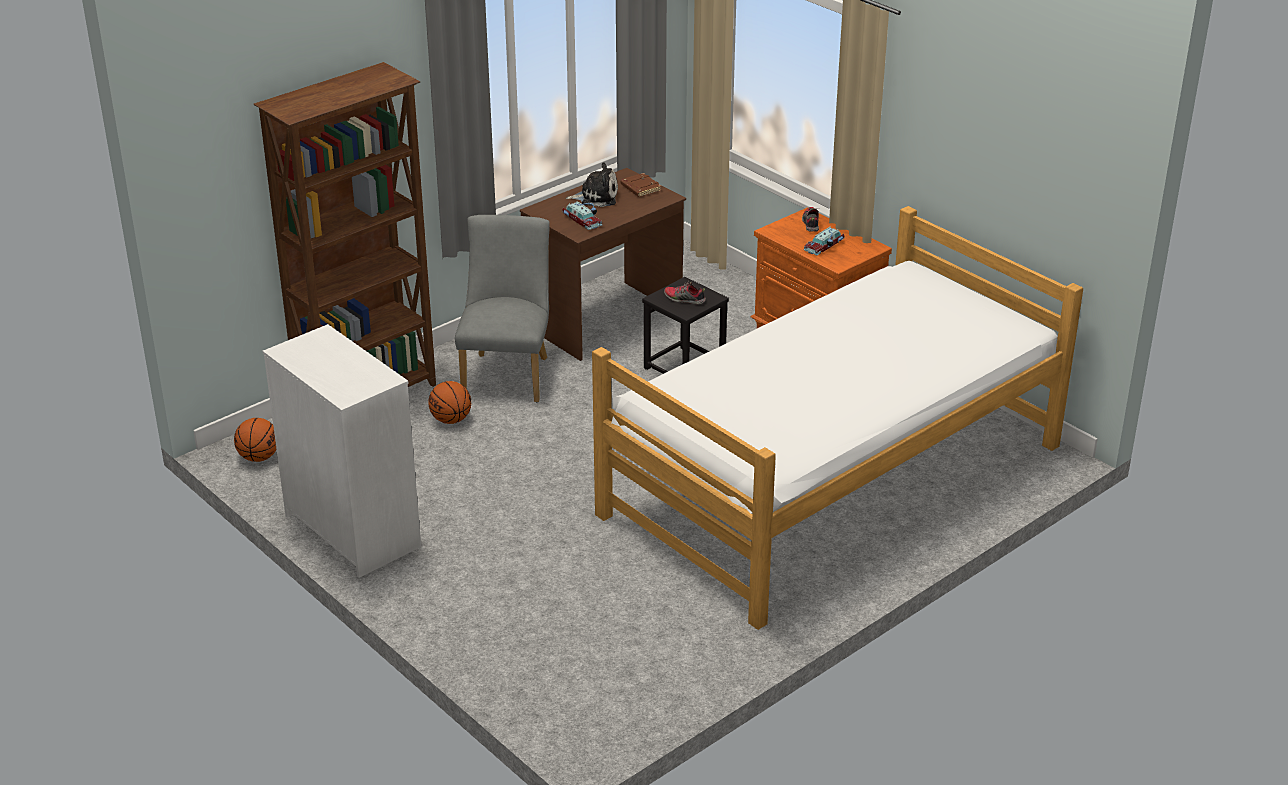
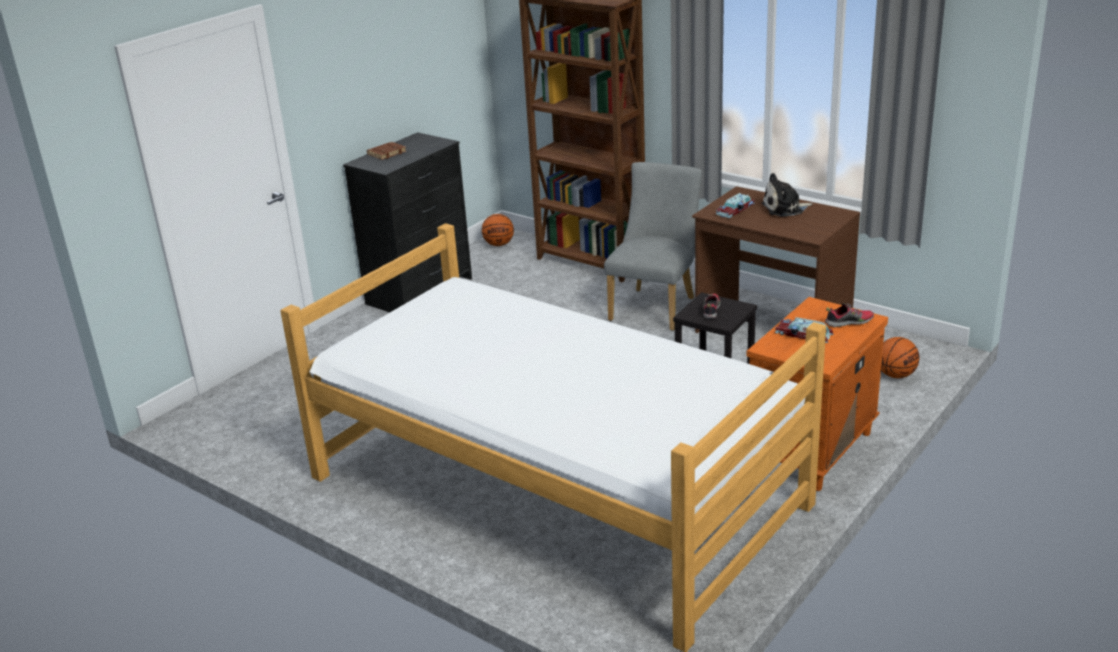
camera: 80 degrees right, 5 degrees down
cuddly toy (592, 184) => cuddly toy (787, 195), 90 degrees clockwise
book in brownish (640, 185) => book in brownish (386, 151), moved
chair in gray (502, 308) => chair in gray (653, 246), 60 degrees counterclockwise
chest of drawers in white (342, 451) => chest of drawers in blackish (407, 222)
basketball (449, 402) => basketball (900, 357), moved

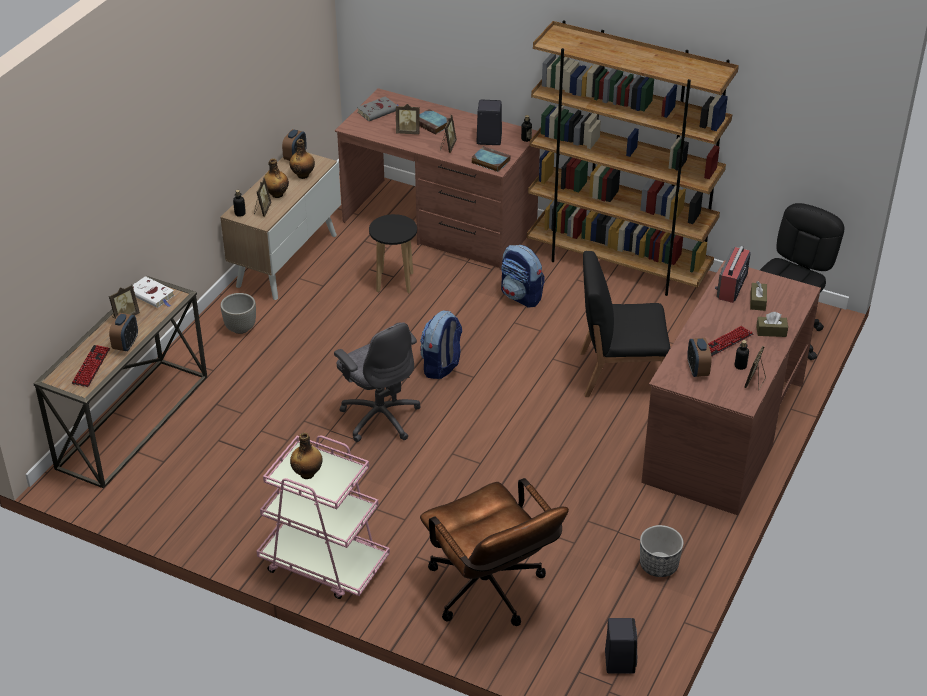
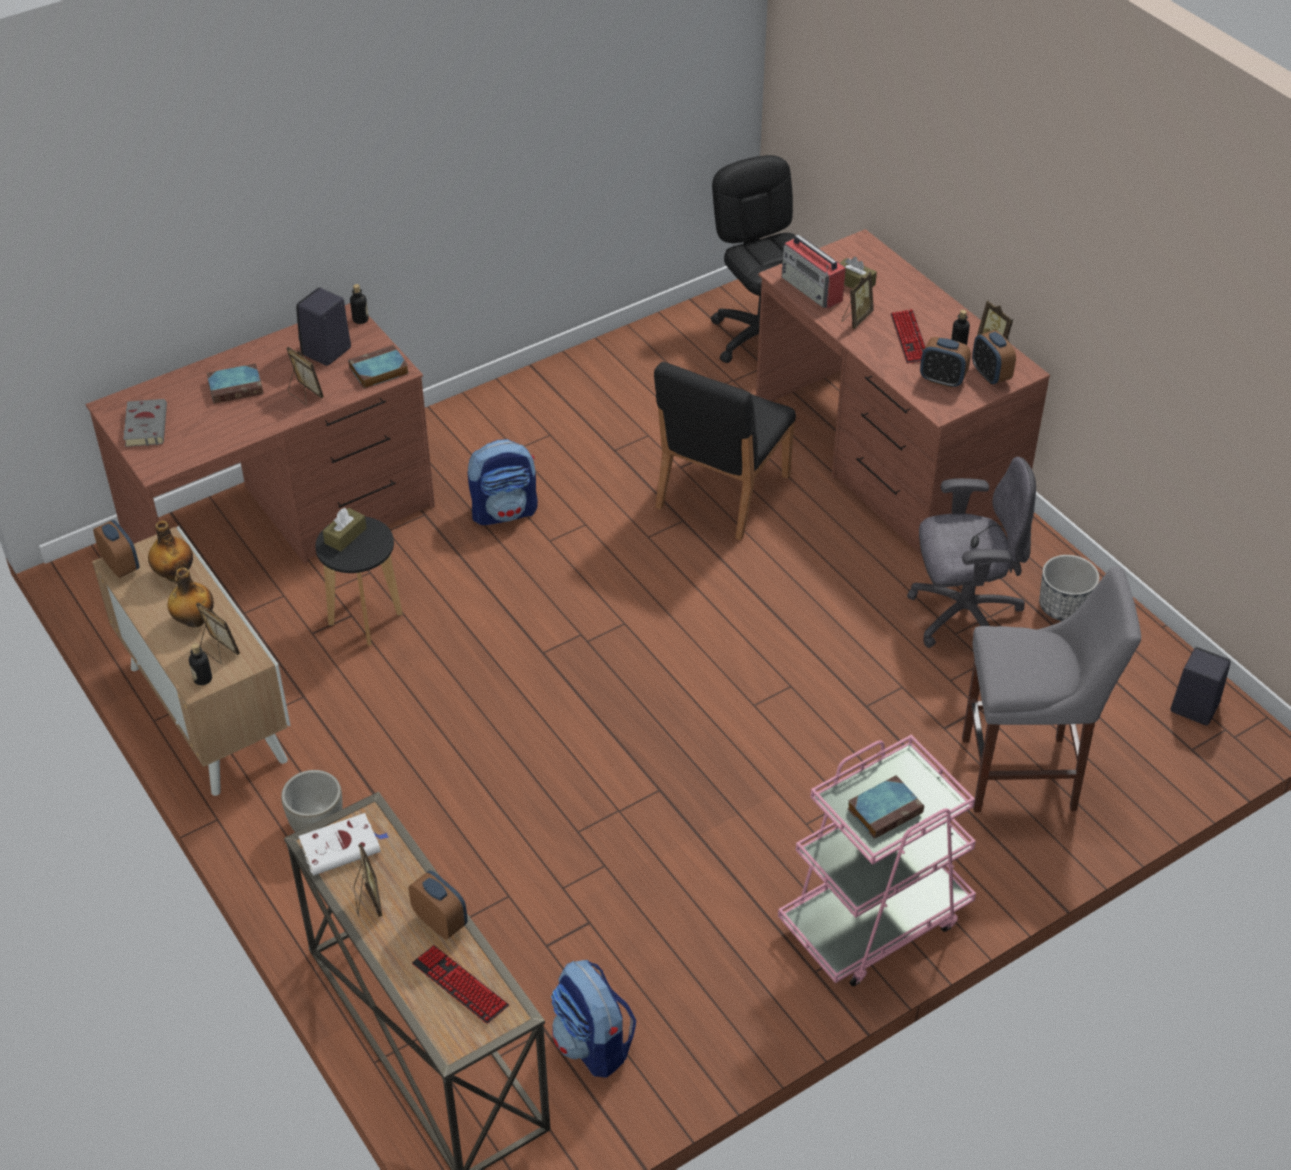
camera: 60 degrees left, 5 degrees up
bookshelf in brownish (633, 158) => nothing
standing frame (407, 119) => standing frame (857, 300), moved
backpack (441, 344) => backpack (593, 1019), moved
tissue holder in brownish (772, 324) => tissue holder in brownish (345, 529), moved
office chair in gray (377, 382) => office chair in gray (971, 552), moved
drink bottle (306, 456) => book (885, 807)
office chair in brownish (494, 552) => sitting stool in gray (1051, 689)
nothing => alarm clock (994, 357)

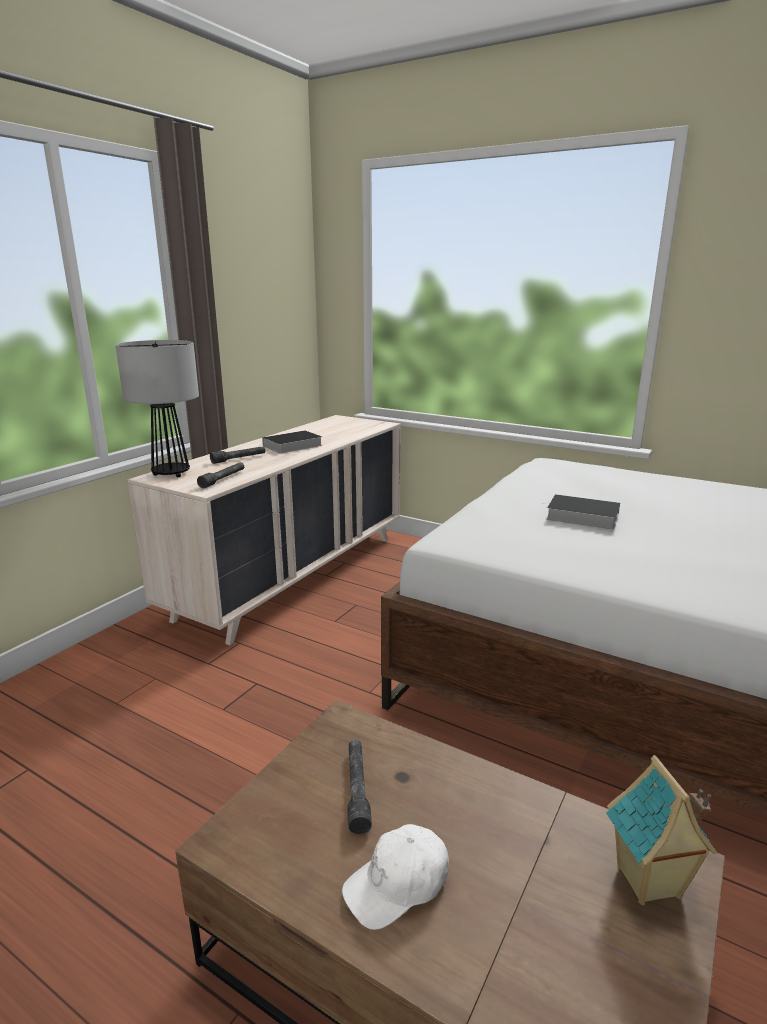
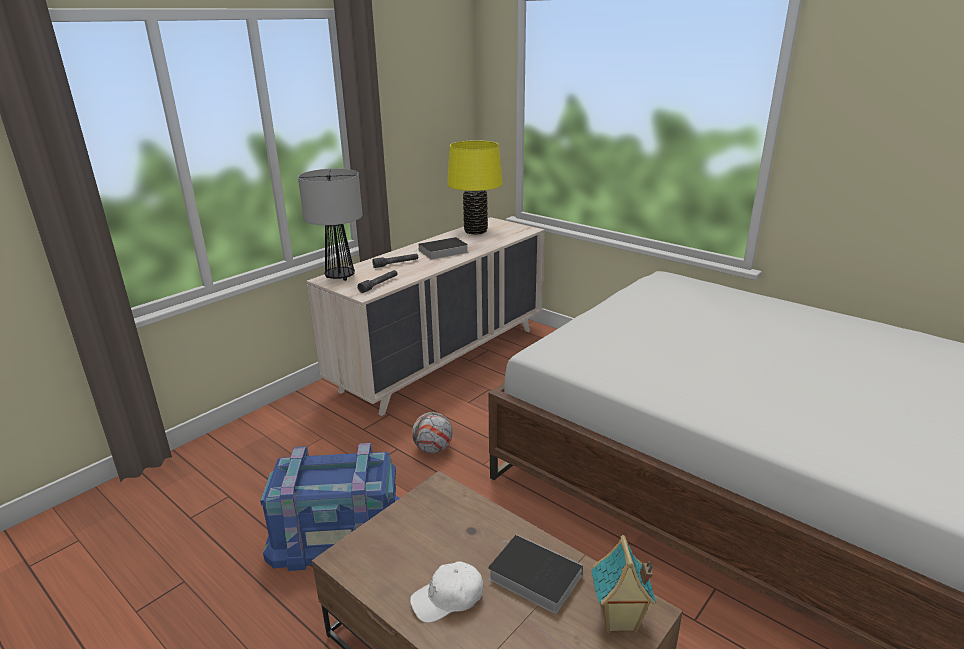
camera: 10 degrees right, 5 degrees up
book (581, 511) => book (535, 574), moved
flashlight in gray (359, 787) => nothing
nothing => tabletop lamp in yellow-coloured (475, 187)
nothing => ball for football (432, 432)
nothing => storage bin in bluish (330, 507)

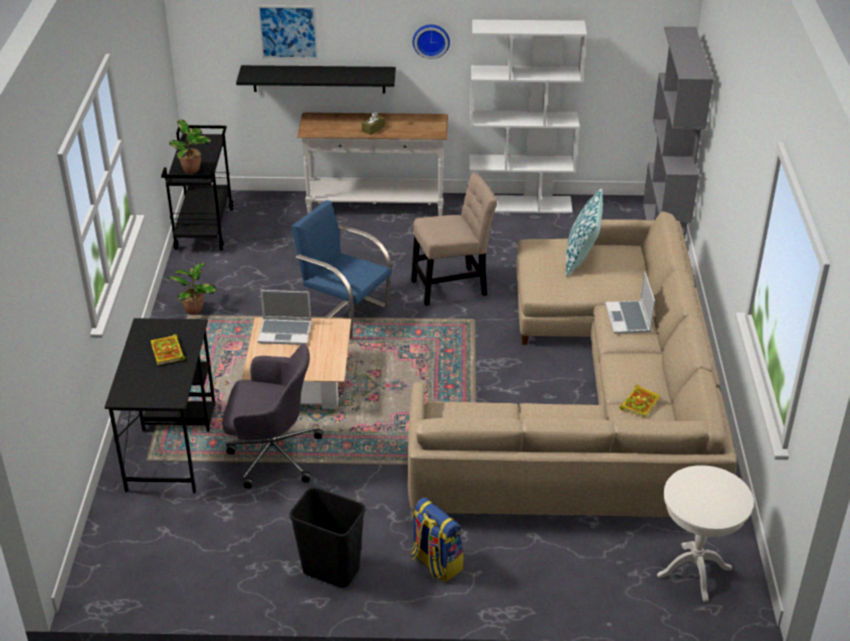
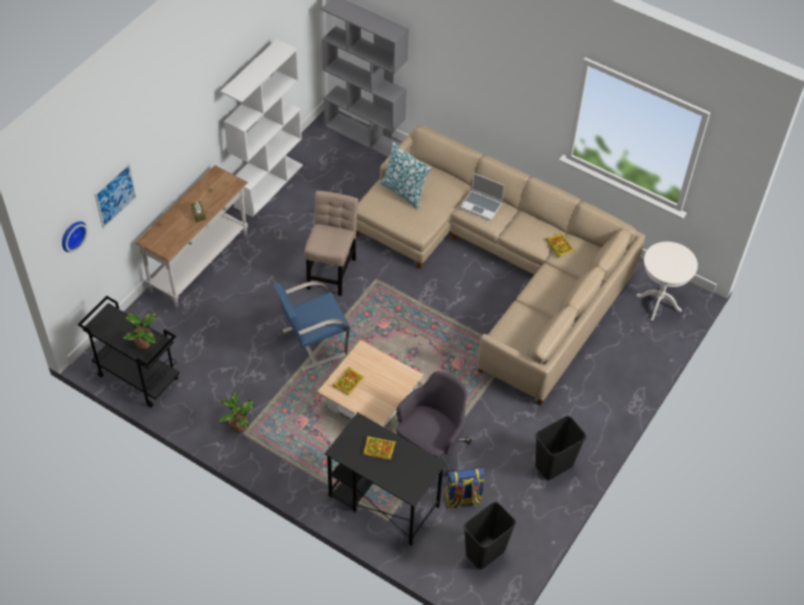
camera: 60 degrees left, 15 degrees up
clock on the wall (431, 42) => clock on the wall (75, 236), moved
wall shelf in blackish (316, 79) => nothing
laptop (285, 317) => book (348, 381)
backpack (437, 539) => backpack (465, 488), moved
nothing => rubbish bin in blackish (489, 535)

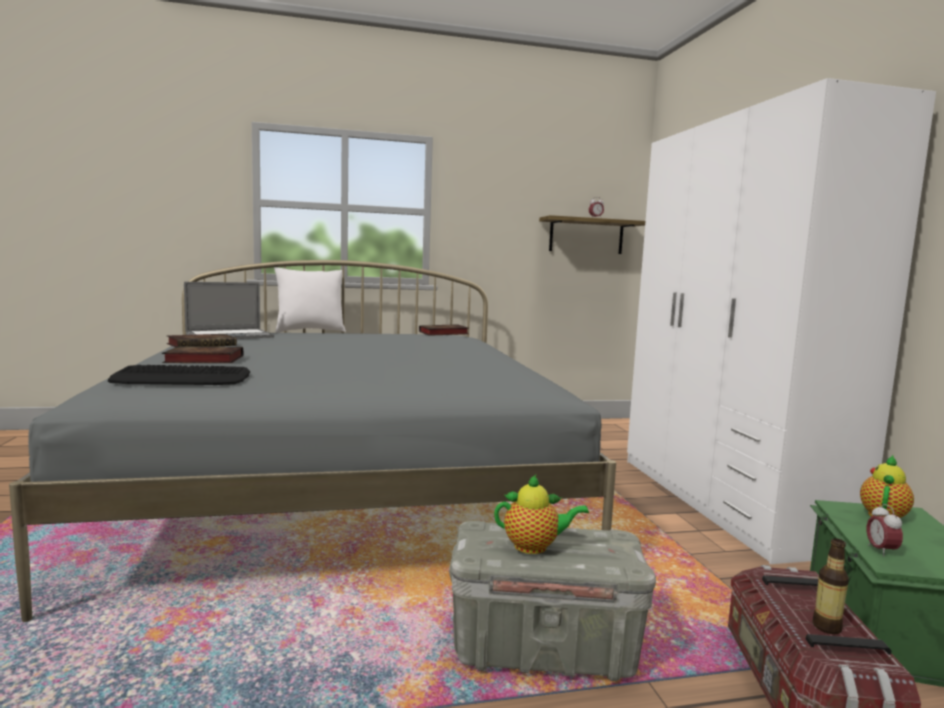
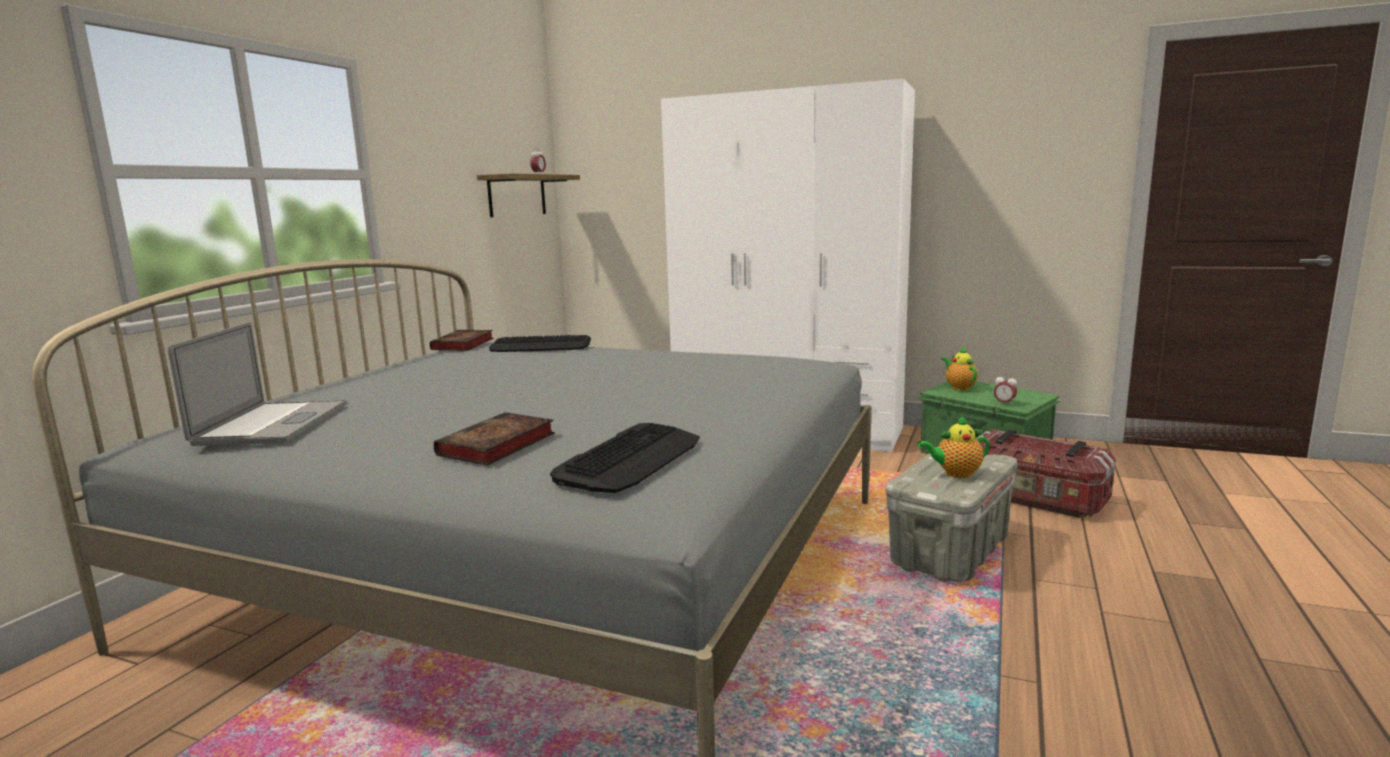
camera: 55 degrees left, 5 degrees up
pillow in white (310, 300) => nothing
book (202, 340) => nothing
tea pot (541, 514) => tea pot (953, 447), 135 degrees counterclockwise
drink bottle (830, 586) => nothing
nothing => computer keyboard (540, 343)

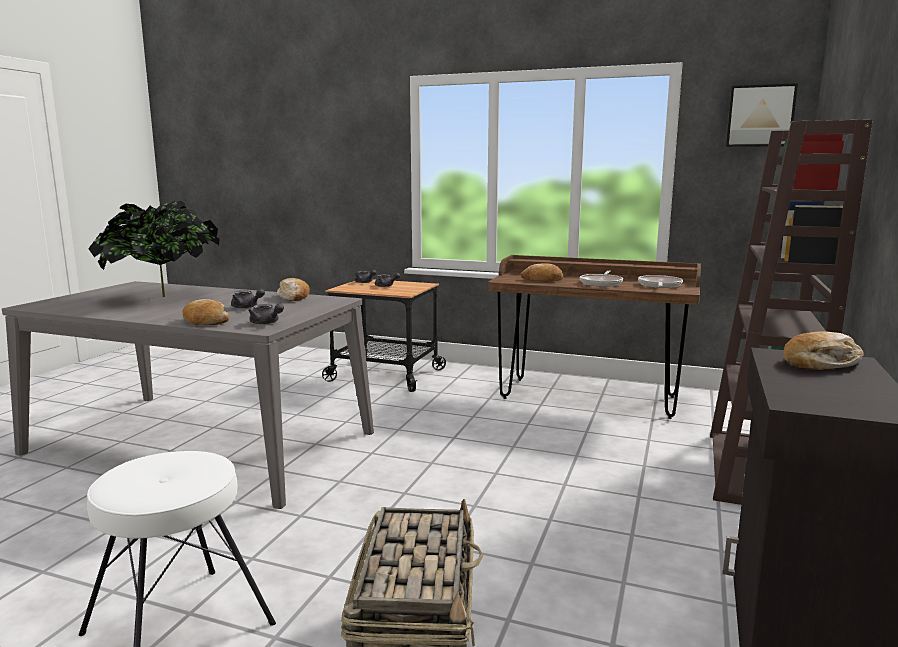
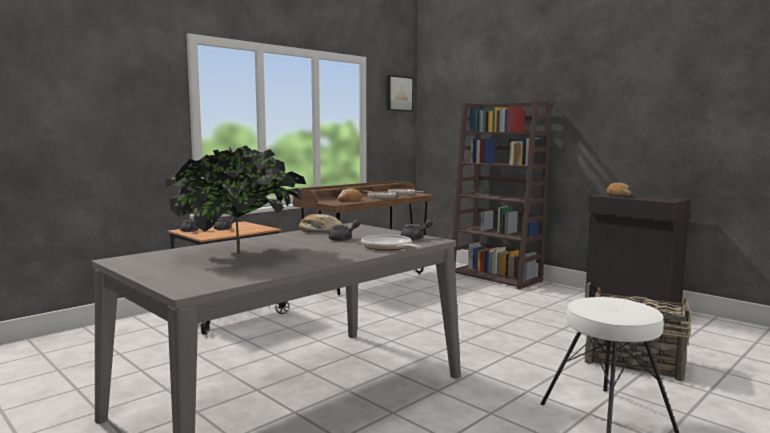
camera: 65 degrees left, 5 degrees down
baked bread (206, 312) => skillet (391, 243)

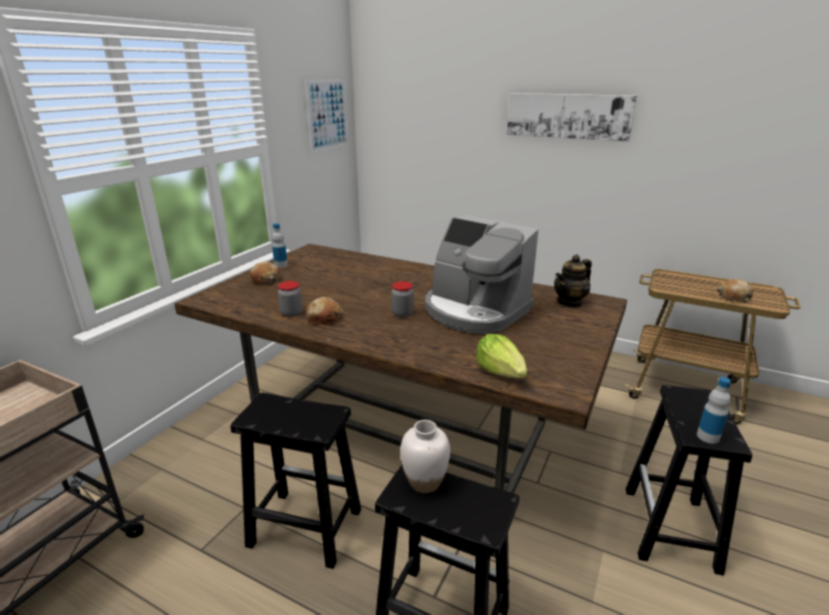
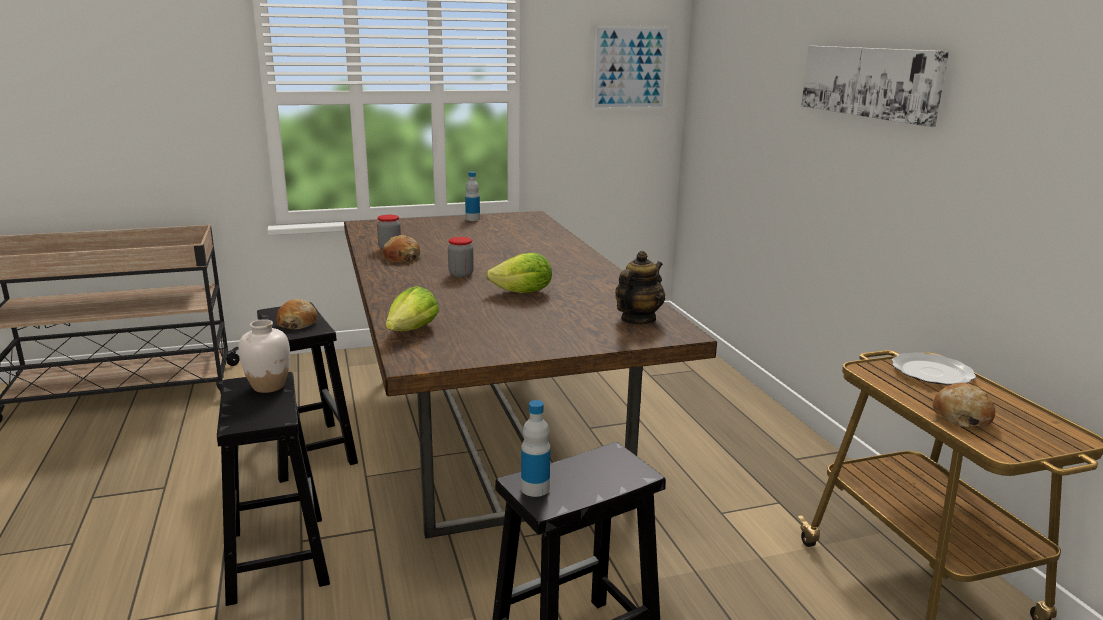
camera: 45 degrees right, 5 degrees down
coffee maker (481, 274) => lettuce head (519, 272)
tea pot (573, 281) => tea pot (640, 287), 120 degrees clockwise
baked bread (265, 273) => baked bread (297, 314), moved
nothing => plate (934, 368)

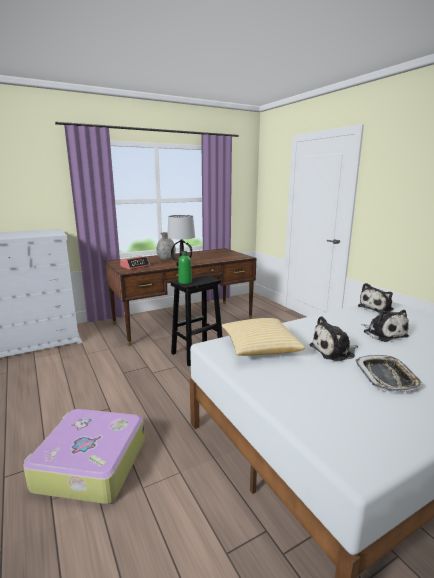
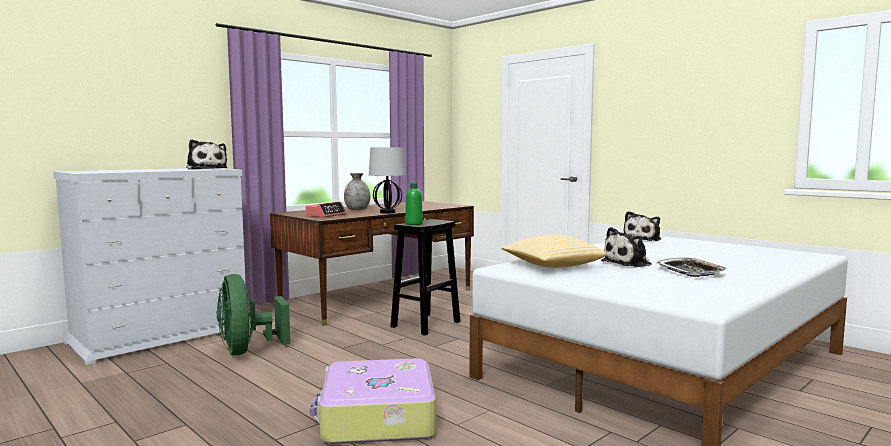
camera: 15 degrees left, 10 degrees down
cuddly toy (385, 326) => cuddly toy (207, 154), moved
nothing => electric fan in green-coloured (253, 314)

